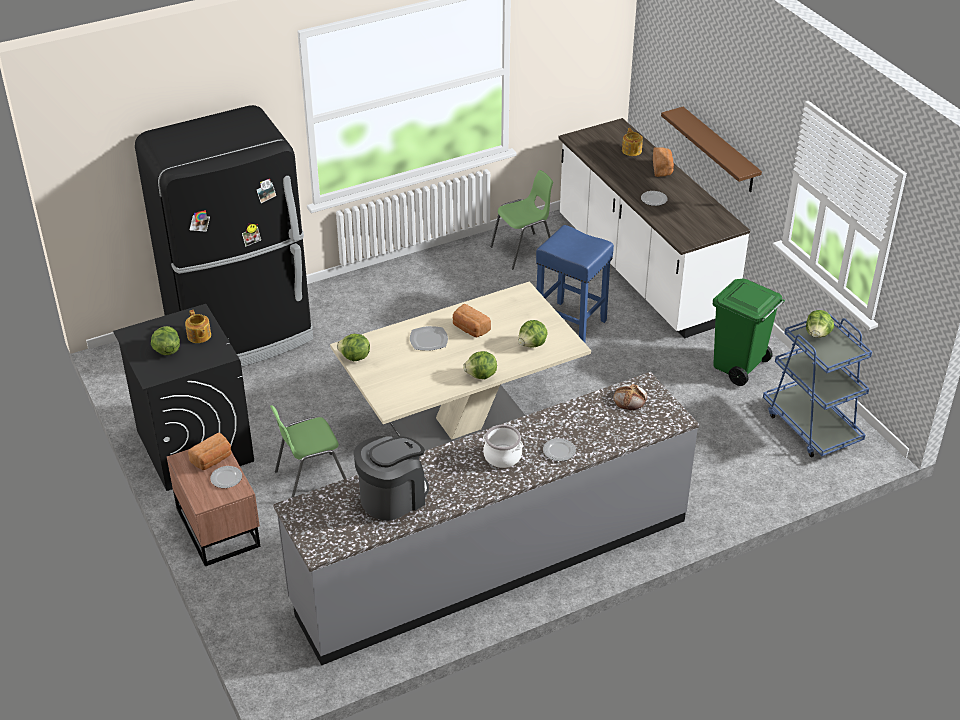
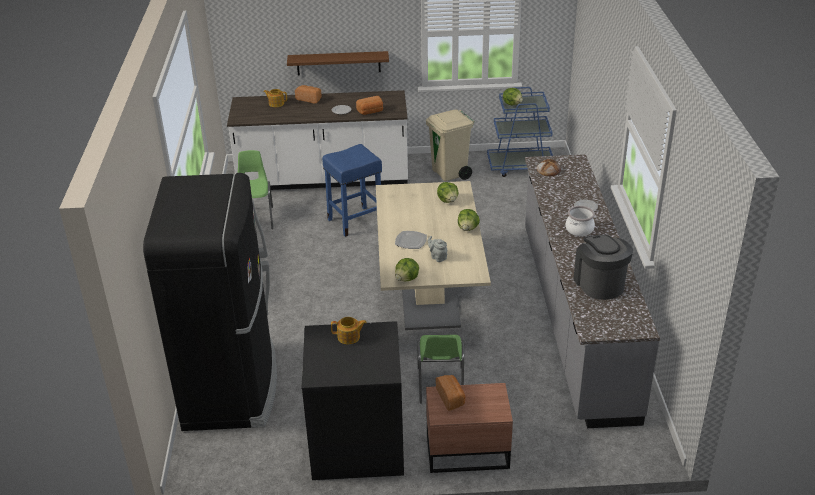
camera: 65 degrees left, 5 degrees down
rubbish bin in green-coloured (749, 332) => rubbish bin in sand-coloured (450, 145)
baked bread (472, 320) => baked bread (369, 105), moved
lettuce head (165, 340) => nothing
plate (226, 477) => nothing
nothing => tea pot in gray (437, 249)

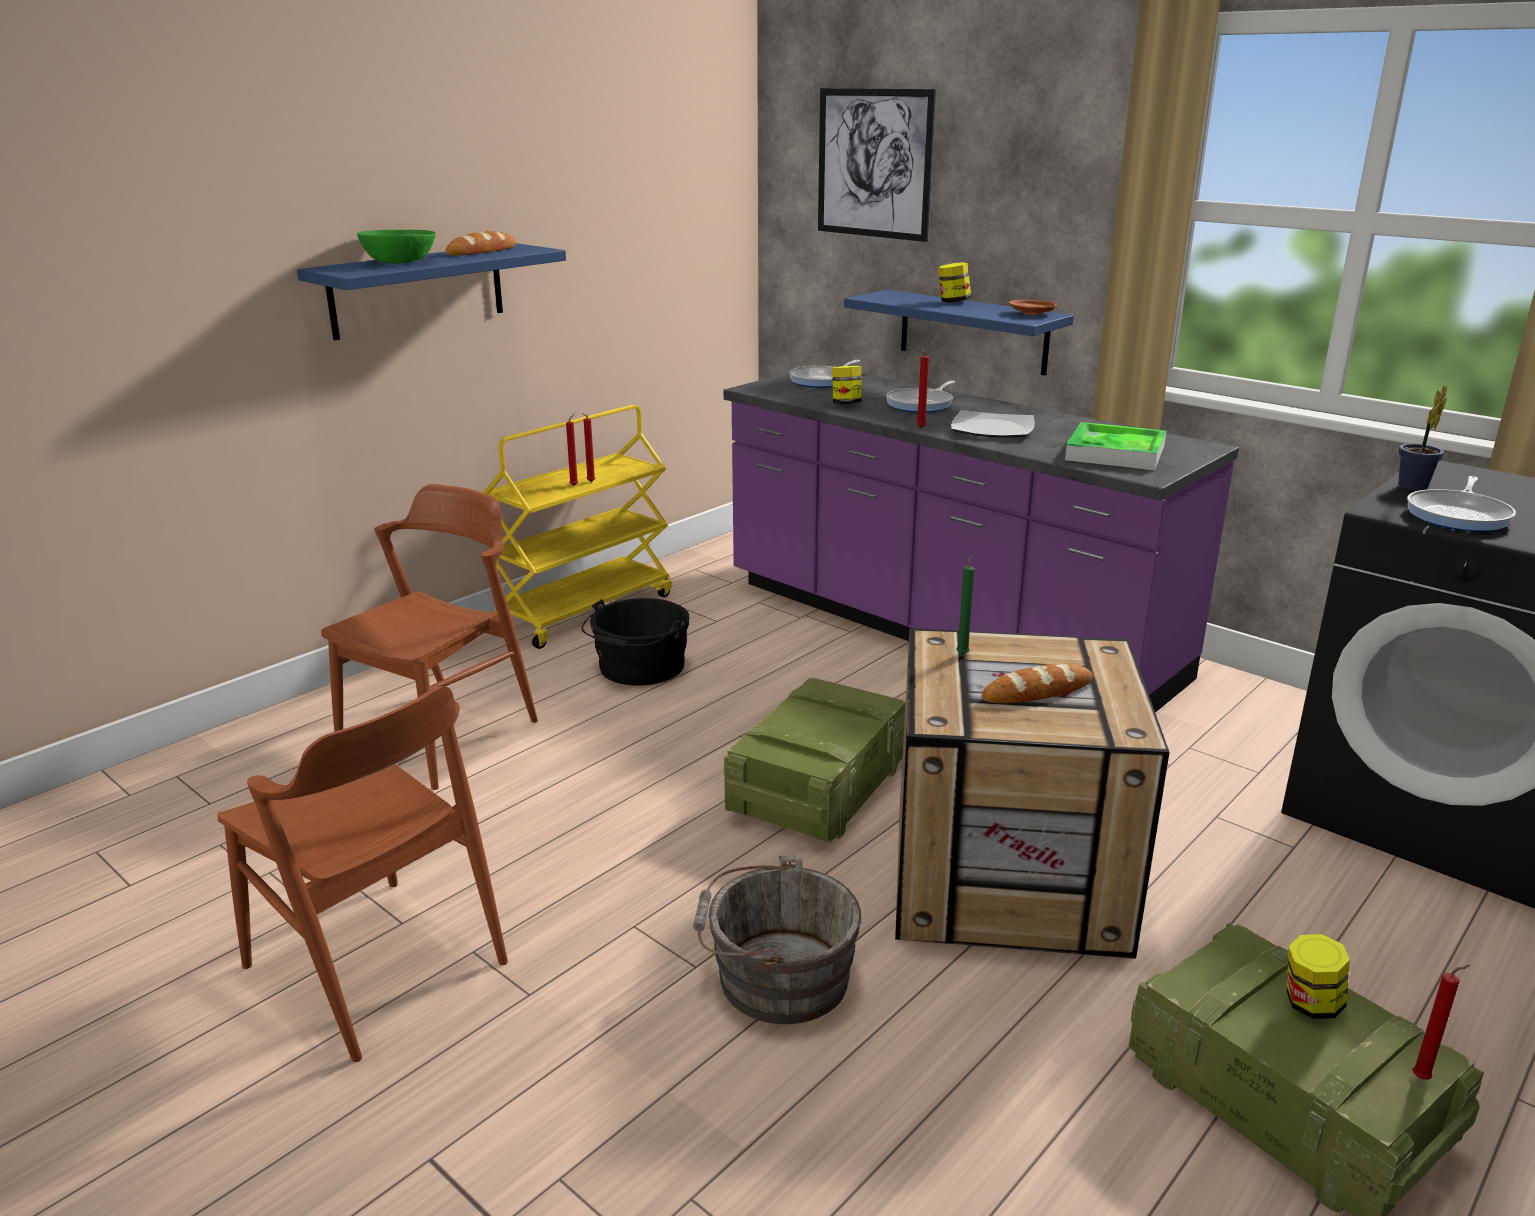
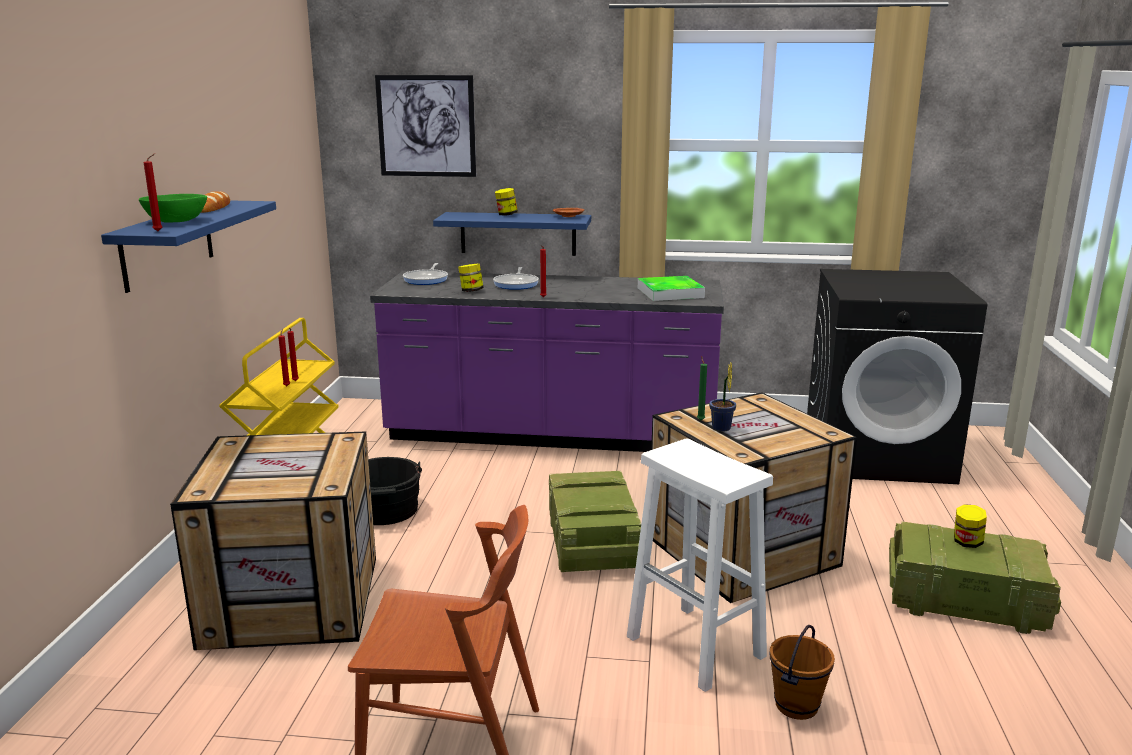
camera: 35 degrees left, 5 degrees down
potted plant (1422, 438) => potted plant (722, 396), moved
plate (993, 424) => nothing
skillet (1461, 503) => nothing
chair in brownish (429, 637) => packing crate (273, 540)
baked bread (1037, 683) => nothing
pail in gray (777, 940) => sitting stool in white (700, 565)
candle in red-coloured (1441, 1022) => candle in red-coloured (153, 192), moved
nothing => pail in brownish (802, 672)

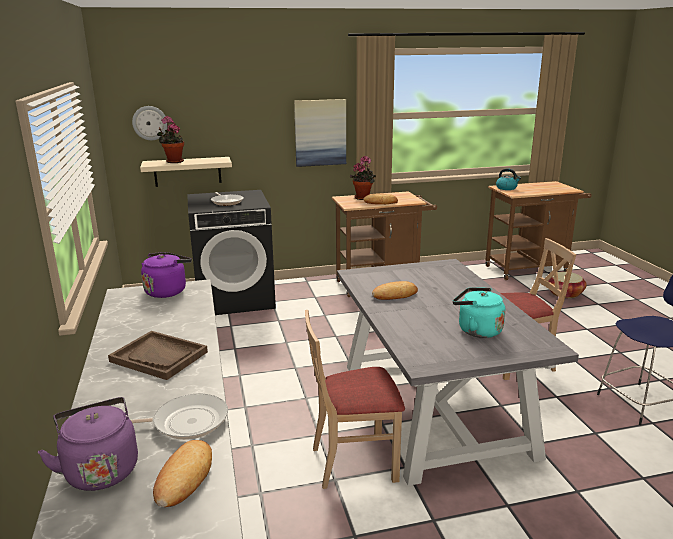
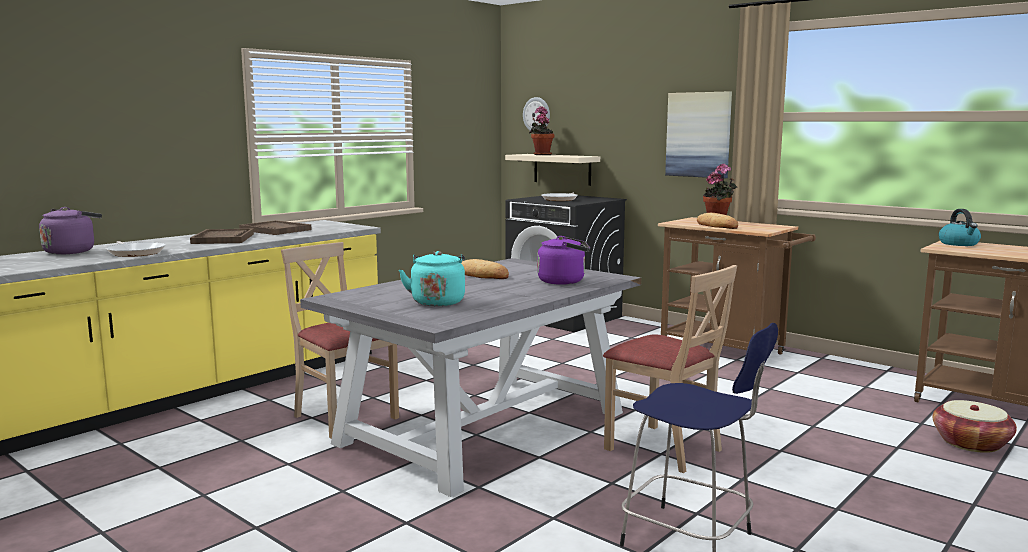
camera: 55 degrees right, 10 degrees down
water kettle in purplish (166, 275) => water kettle in purplish (563, 260), moved
baked bread (182, 473) => nothing
nothing => serving tray in brownish (275, 227)

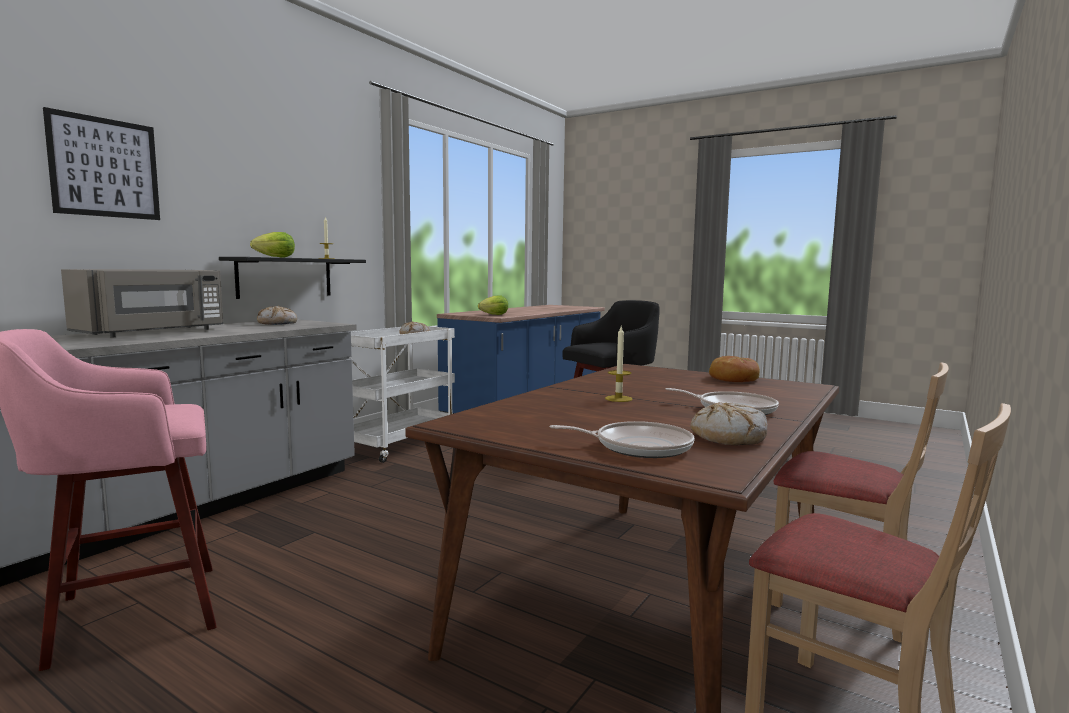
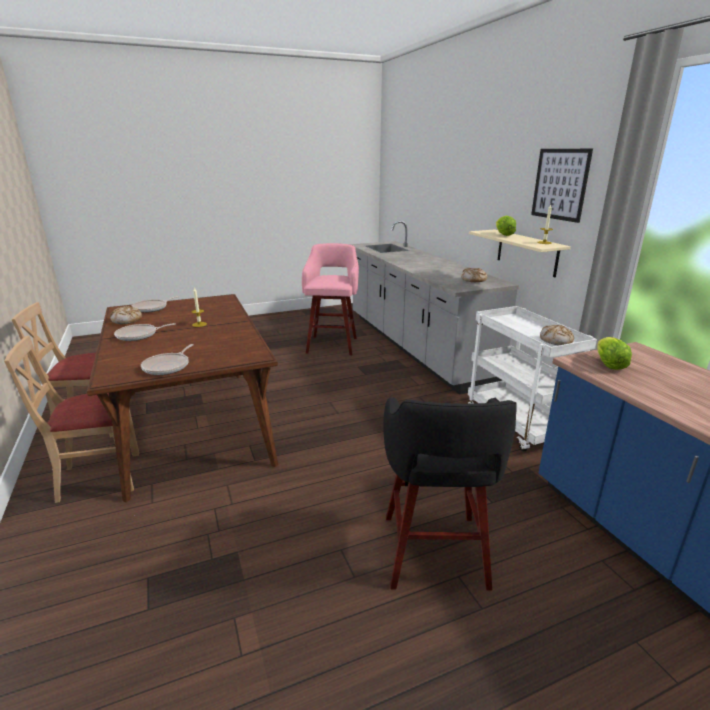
camera: 125 degrees right, 15 degrees up
wall picture (101, 163) => wall picture (562, 186), moved
wall shelf in blackish (292, 278) => wall shelf in sand-coloured (520, 253)
microwave in gray (142, 303) => nothing
baked bread (734, 369) => skillet (167, 359)

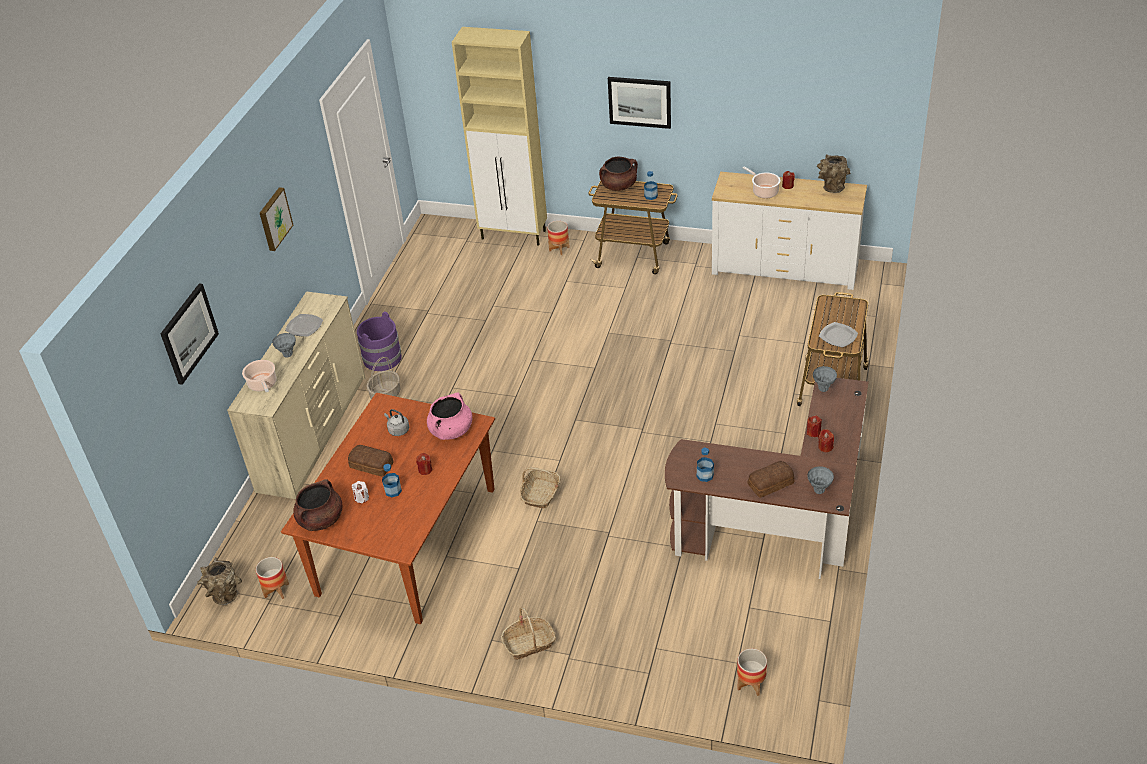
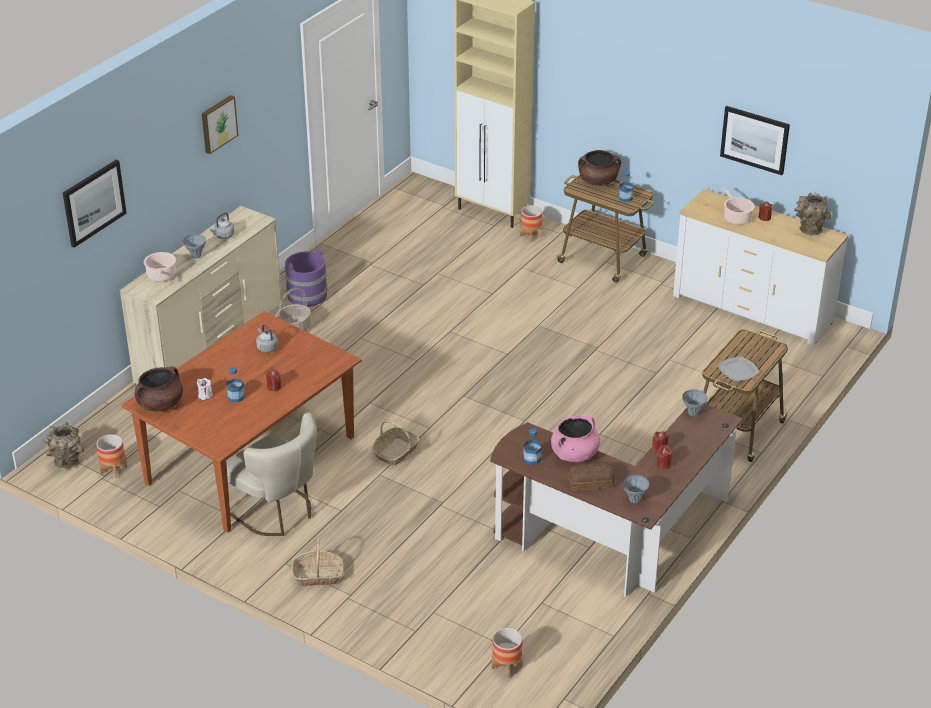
camera: 15 degrees right, 5 degrees down
wall picture (639, 103) => wall picture (755, 140), moved
plate (304, 325) => water kettle in gray (222, 225)
stockpot in pink (449, 416) => stockpot in pink (575, 439), moved
baked bread (371, 461) => nothing
nothing => chair in sand-coloured (271, 474)

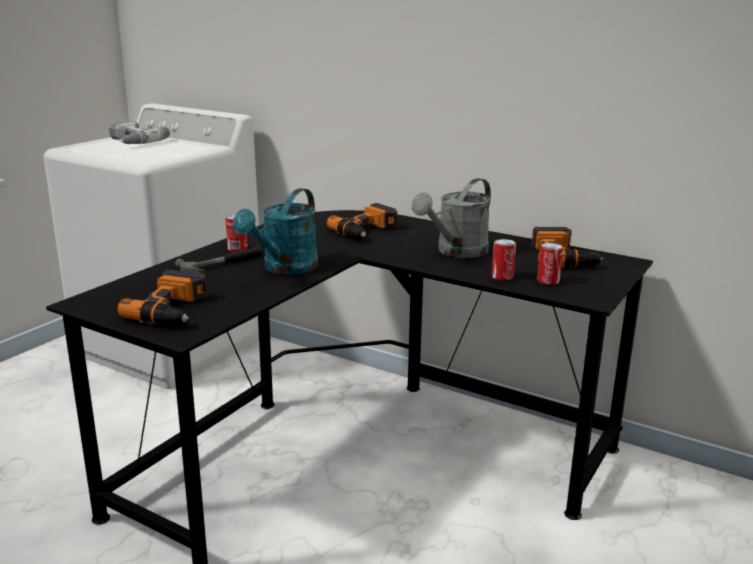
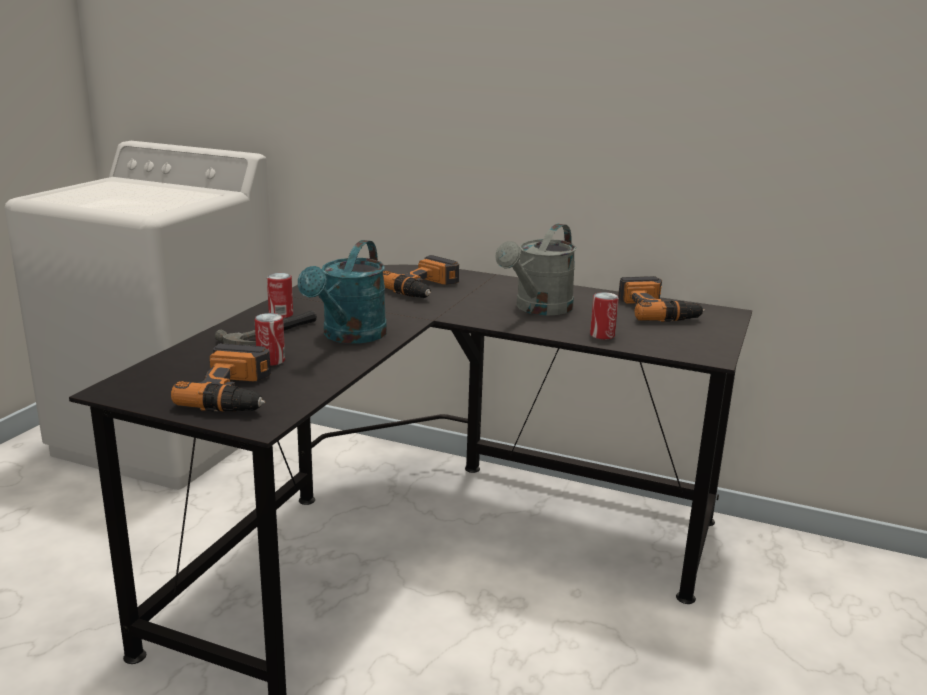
camera: 10 degrees left, 0 degrees up
power drill (139, 132) => nothing
can (550, 264) => can (270, 339), moved

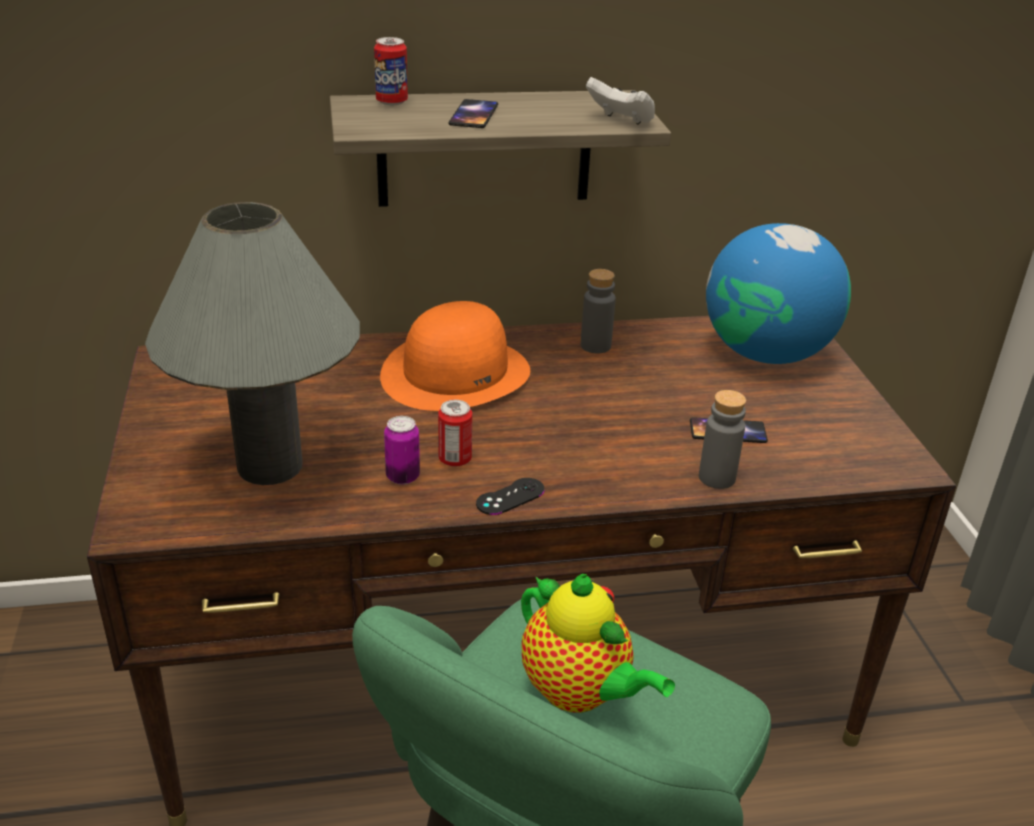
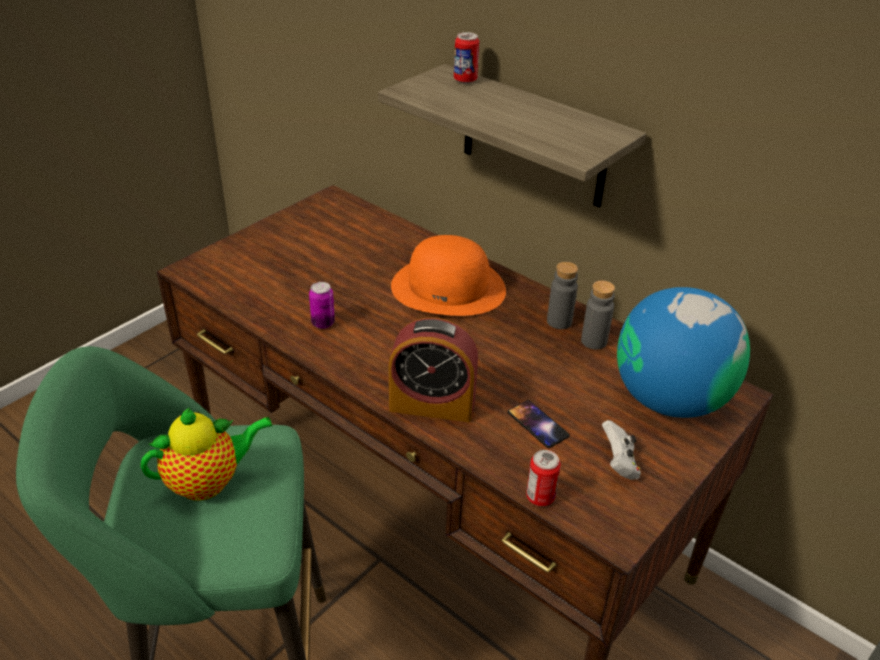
camera: 50 degrees right, 5 degrees up
game controller in white (620, 101) => game controller in white (621, 450), moved
handset (473, 113) => nothing
tabletop lamp in gray (252, 343) => nothing
drink bottle in gray (722, 439) => drink bottle in gray (598, 314), moved
can (455, 433) => can (543, 478), moved
game controller in blackish (510, 496) => nothing
tea pot (598, 643) => tea pot (206, 454), 120 degrees counterclockwise
nothing => alarm clock (433, 370)

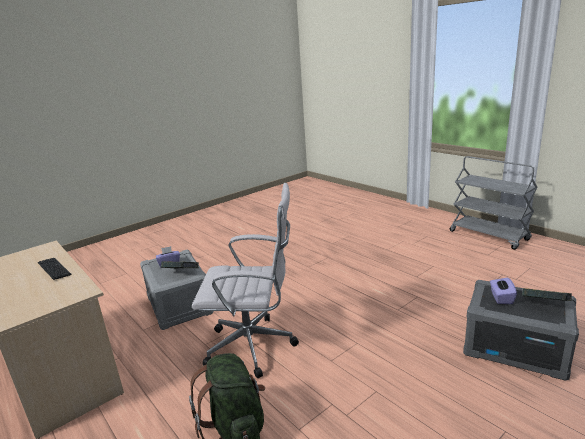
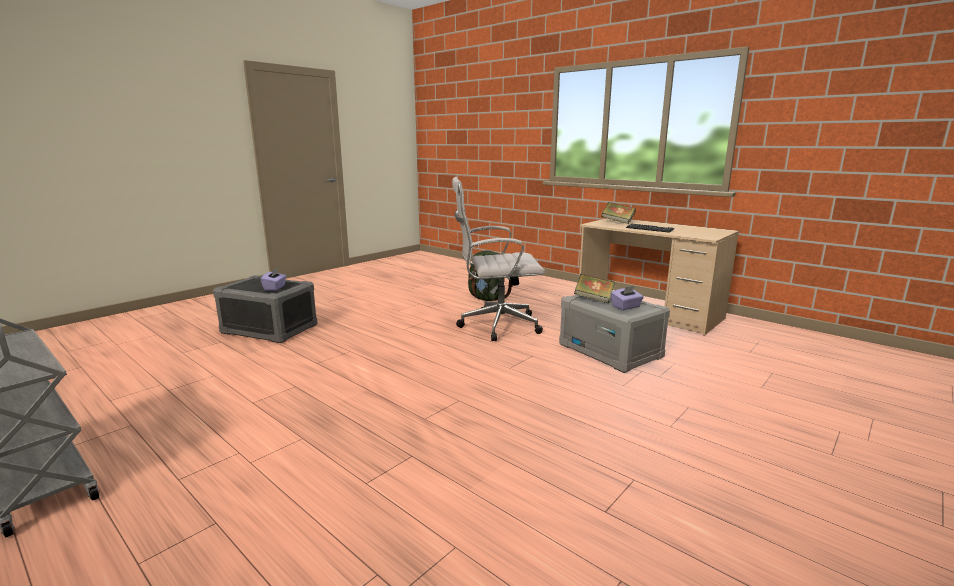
camera: 170 degrees right, 5 degrees down
book (547, 294) => book (618, 213), moved

